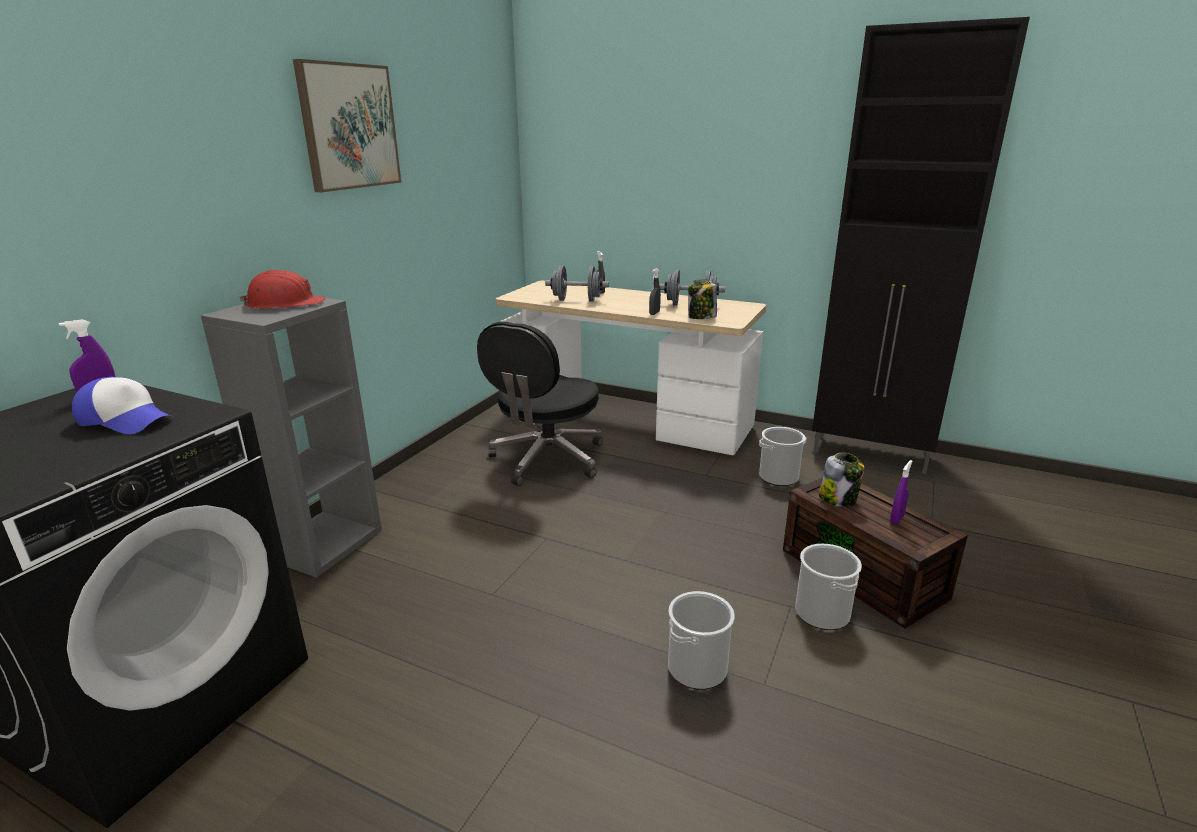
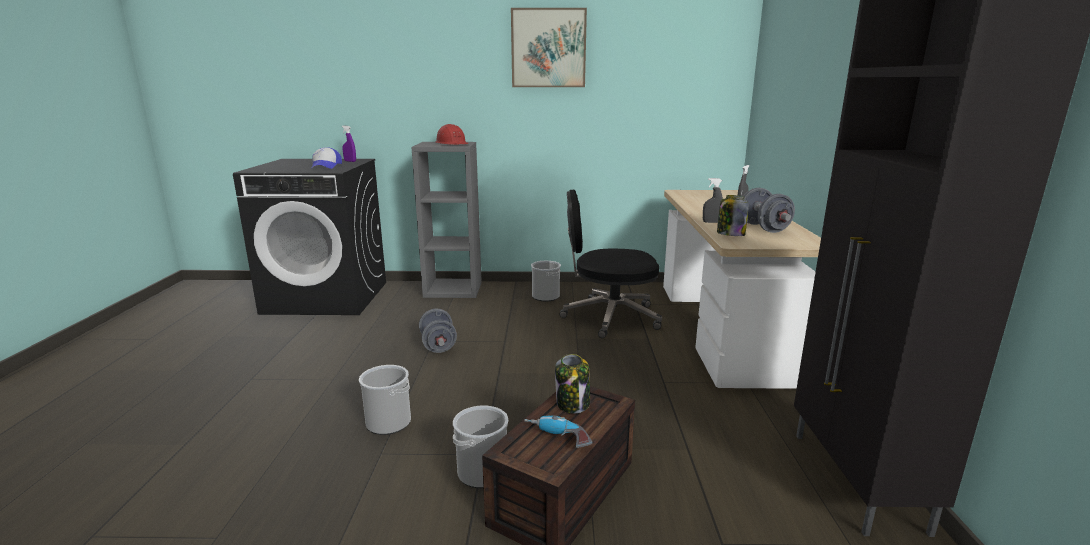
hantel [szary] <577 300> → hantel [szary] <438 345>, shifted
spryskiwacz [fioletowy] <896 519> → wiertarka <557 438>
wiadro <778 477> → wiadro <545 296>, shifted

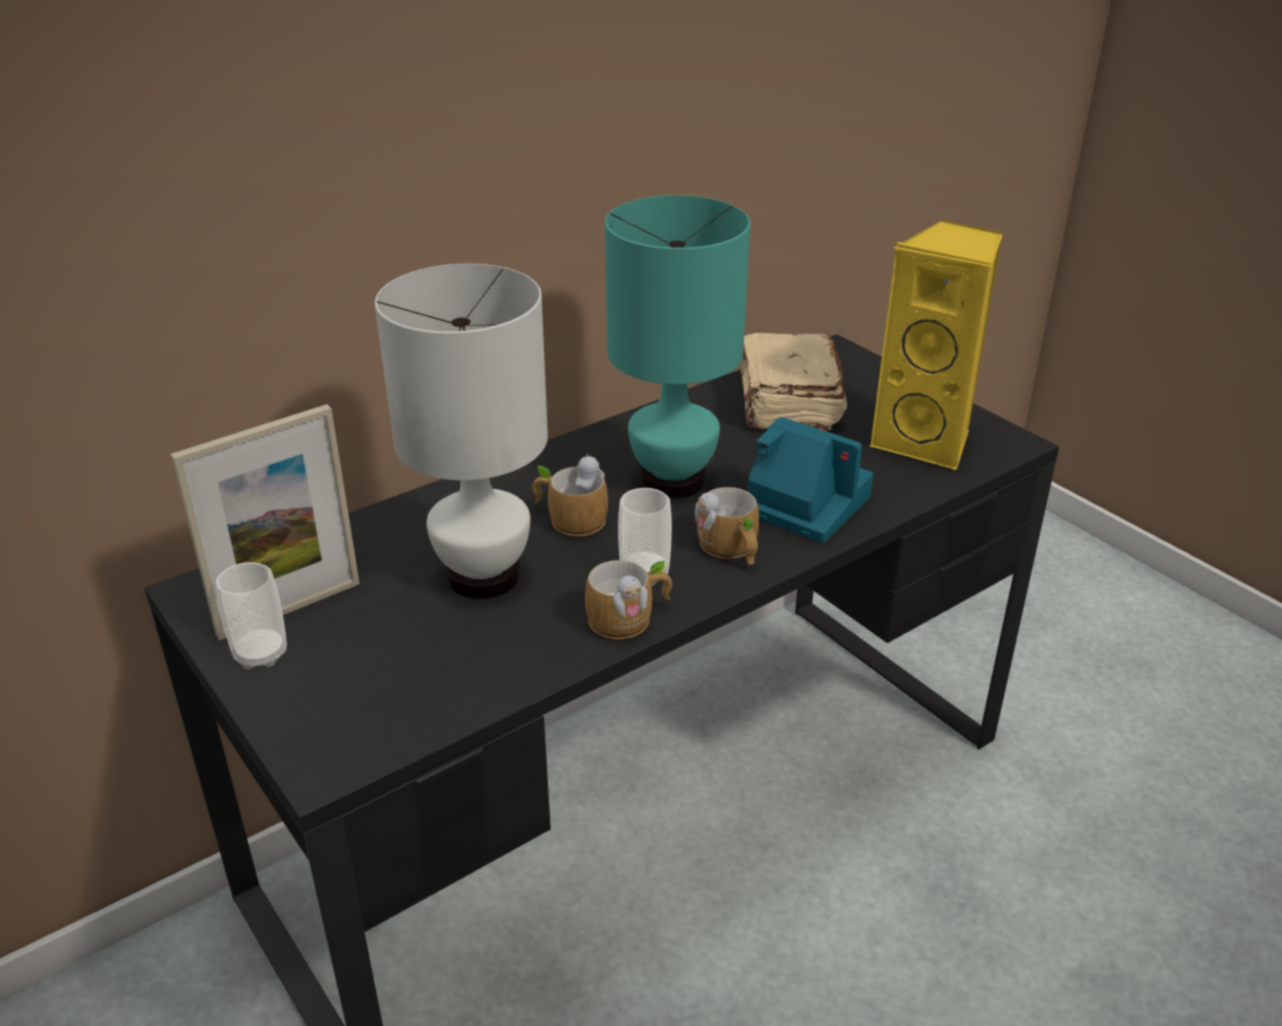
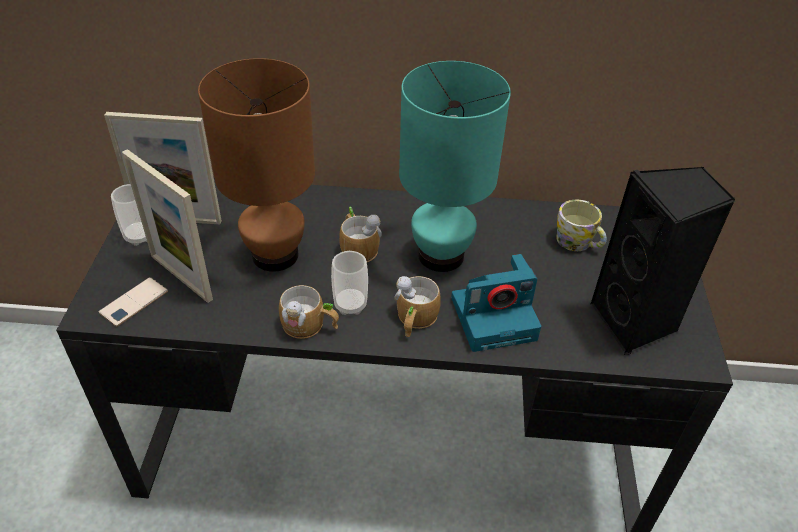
- → telefon <134 302>
- → ramka na zdjęcie <181 277>
lampa stołowa [biały] <482 575> → lampa stołowa [brązowy] <275 254>
aparat fotograficzny <803 504> → aparat fotograficzny <495 317>, 90 degrees clockwise
książka [beżowy] <787 403> → kubek <578 243>
głośnik [żółty] <927 442> → głośnik [czarny] <635 323>

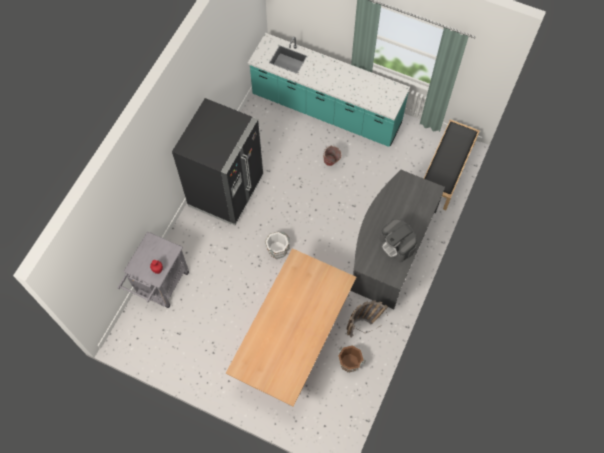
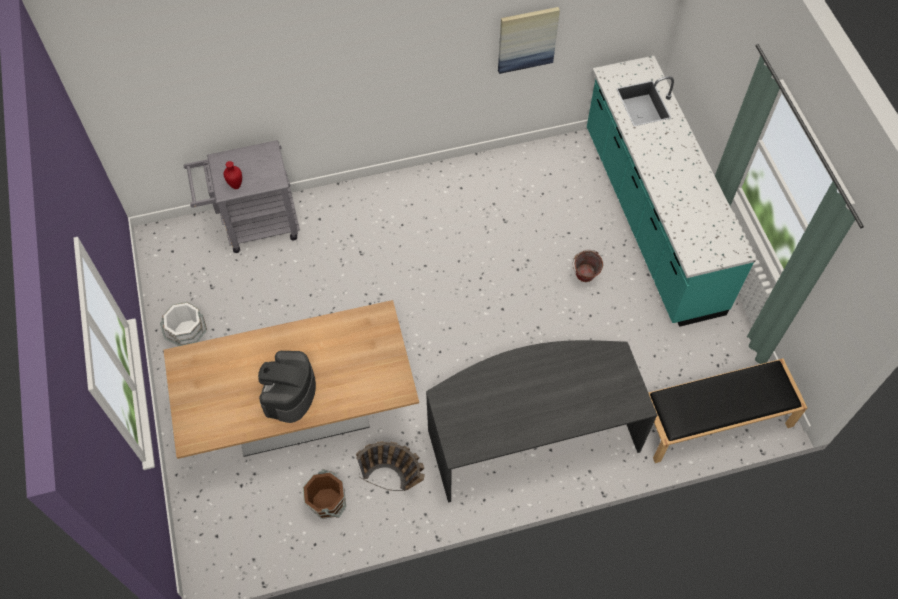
wiadro [biały] <277 249> → wiadro [biały] <188 333>, shifted
ekspres do kawy <397 245> → ekspres do kawy <289 394>, shifted
- → obraz <527 39>
lodówka [czarny] <226 191> → -

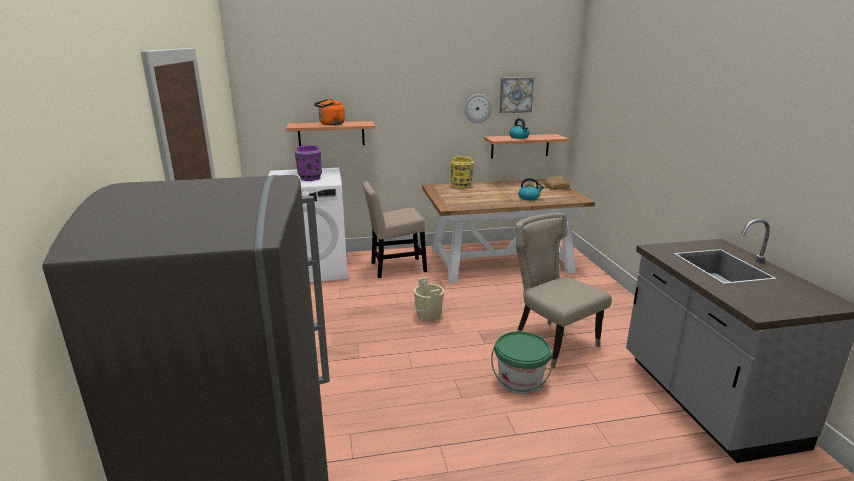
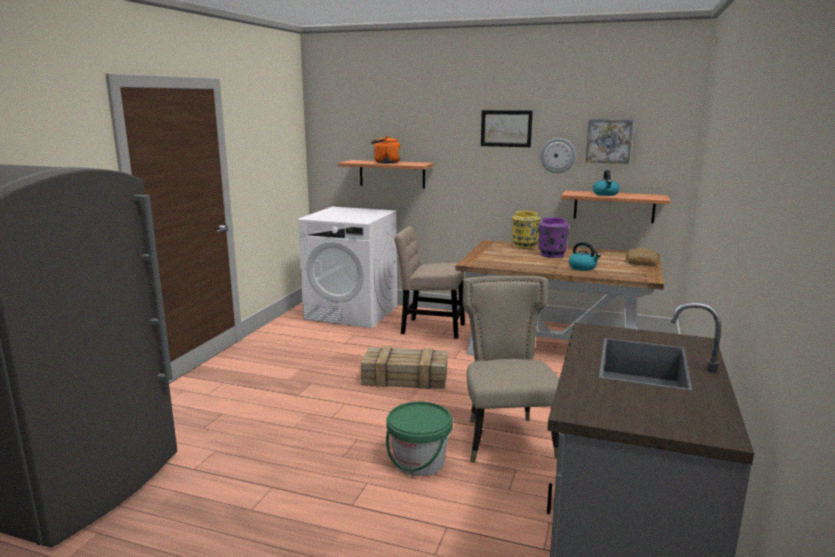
wiadro [beżowy] <429 315> → skrzynka <406 378>
- → obraz <506 128>
wazon [fioletowy] <310 178> → wazon [fioletowy] <551 254>, shifted

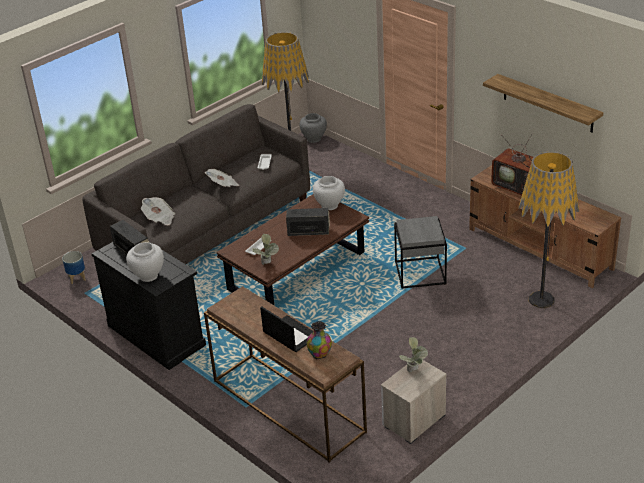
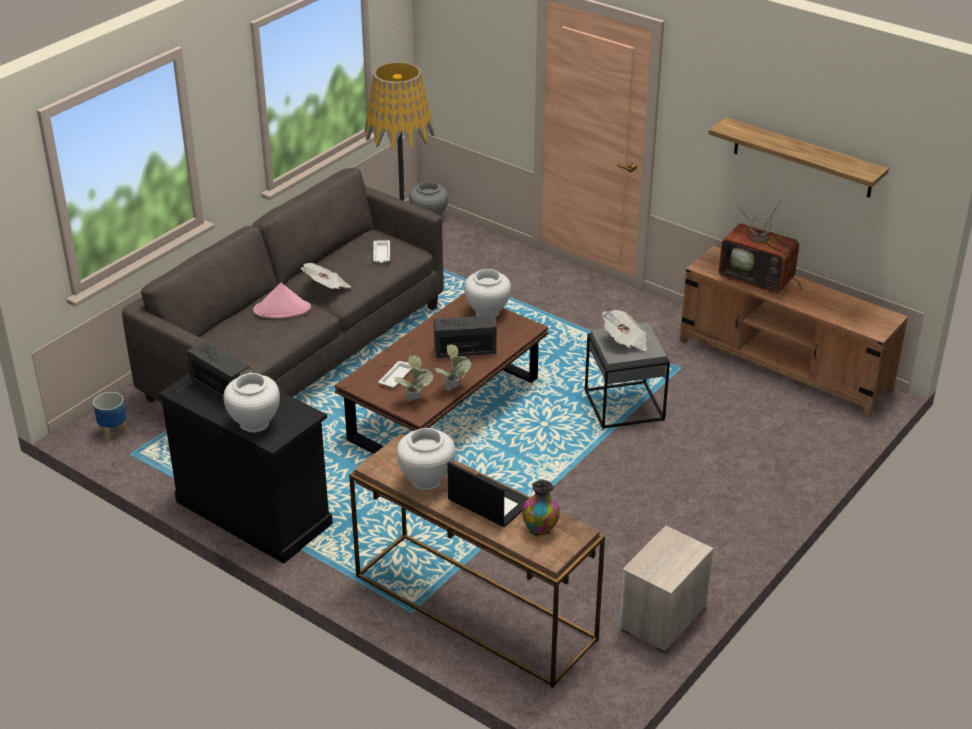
- → kapelusz [różowy] <282 309>
- → wazon [biały] <426 480>
roślina doniczkowa <414 371> → roślina doniczkowa <454 389>, shifted
gazeta <159 218> → gazeta <625 341>, shifted
lampa stojąca <541 299> → -

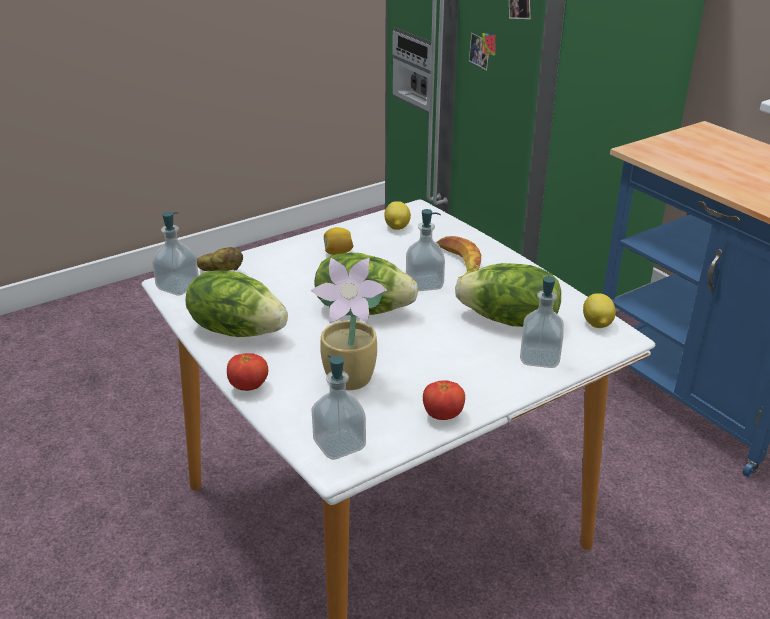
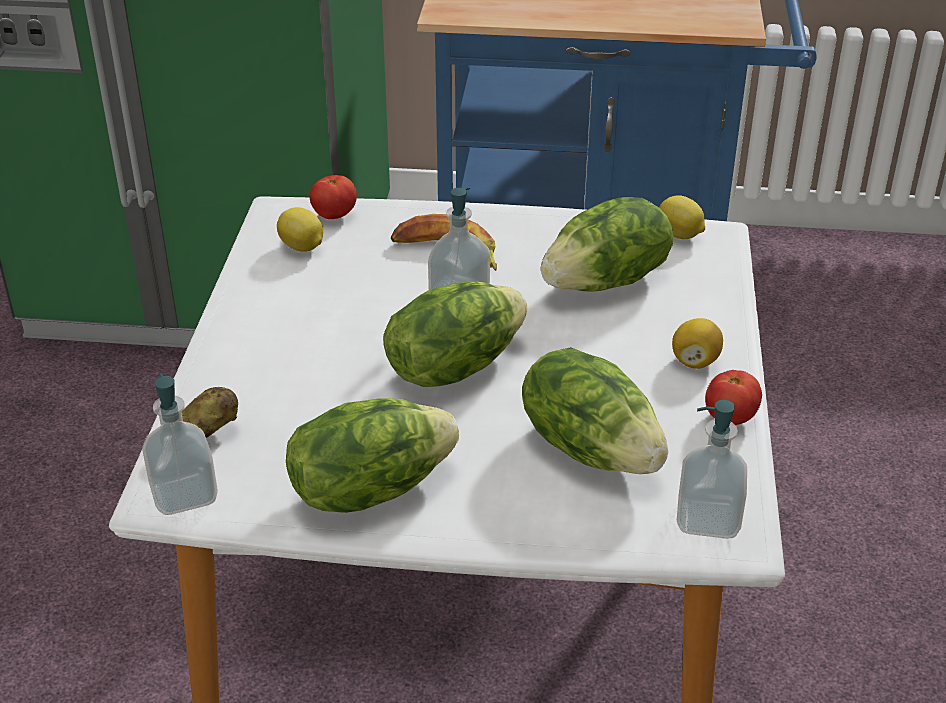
pomidor <249 387> → pomidor <334 215>, shifted
roślina doniczkowa <352 379> → sałata <591 448>
cytryna <338 253> → cytryna <695 361>, shifted
dozownik mydła <539 358> → -

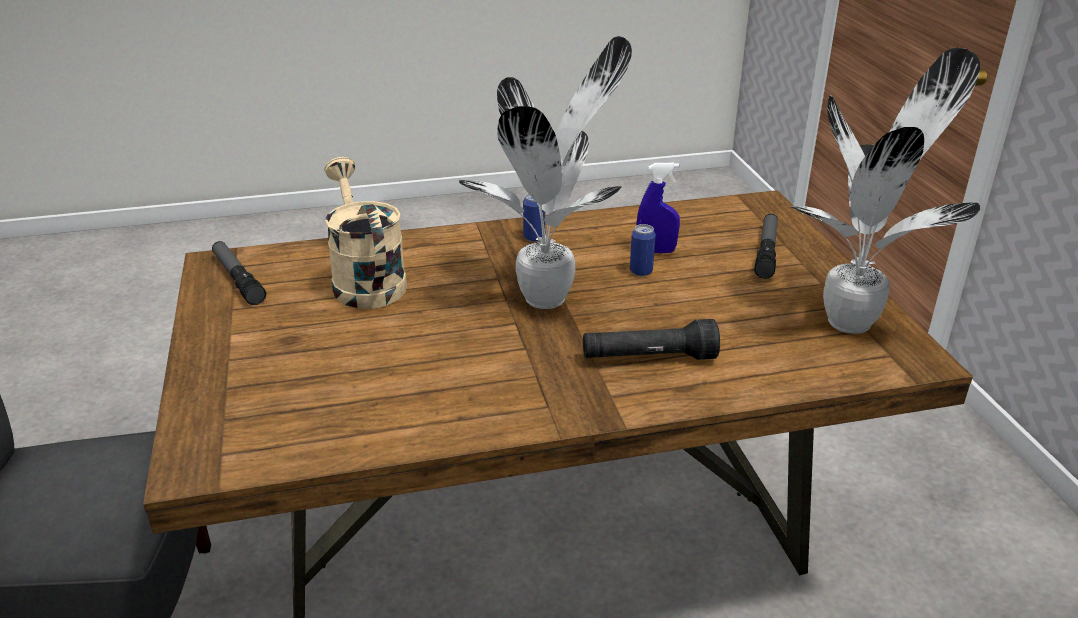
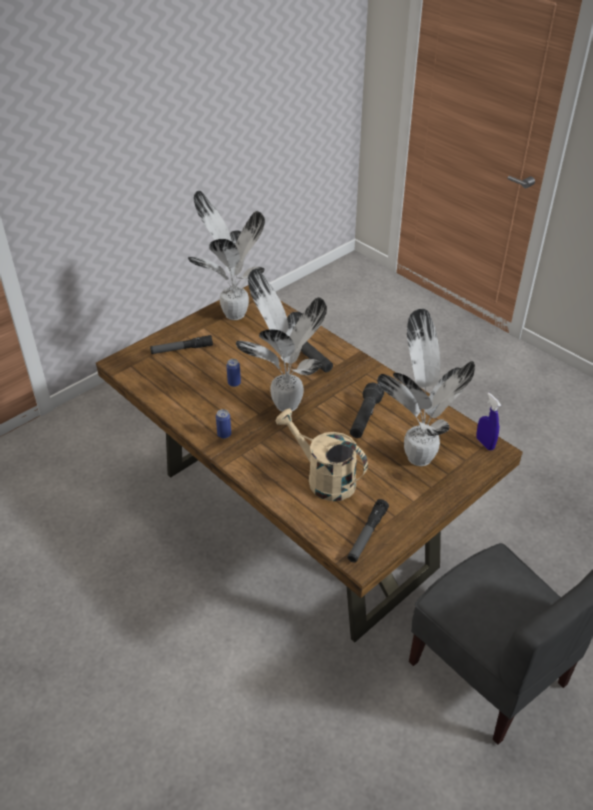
konewka [beżowy] <365 280> → konewka [beżowy] <323 478>, 90 degrees clockwise
- → latarka [czarny] <364 418>
- → roślina doniczkowa <418 455>
spryskiwacz [niebieski] <655 251> → spryskiwacz [niebieski] <484 443>, shifted

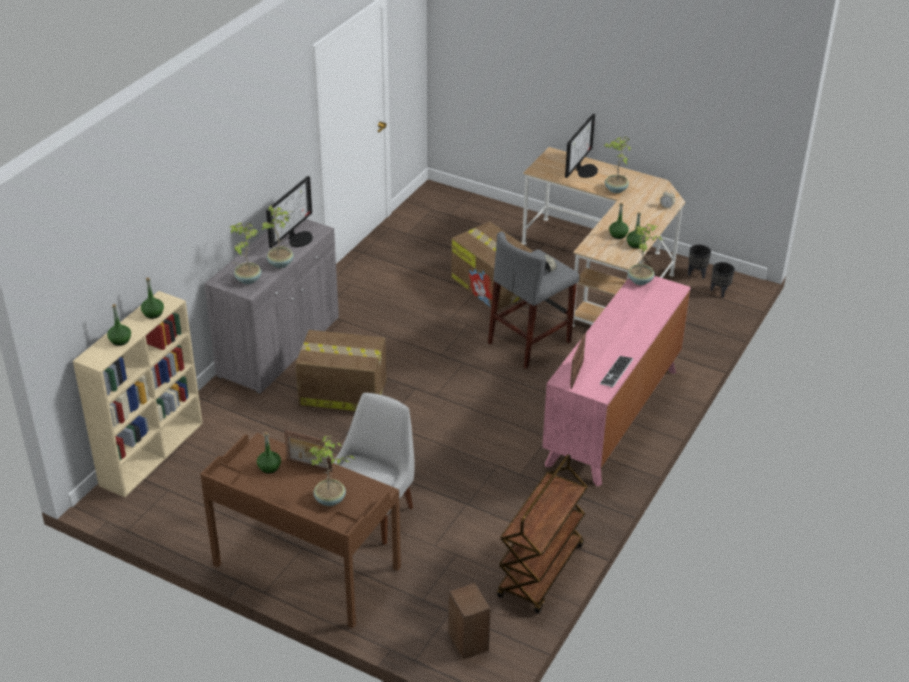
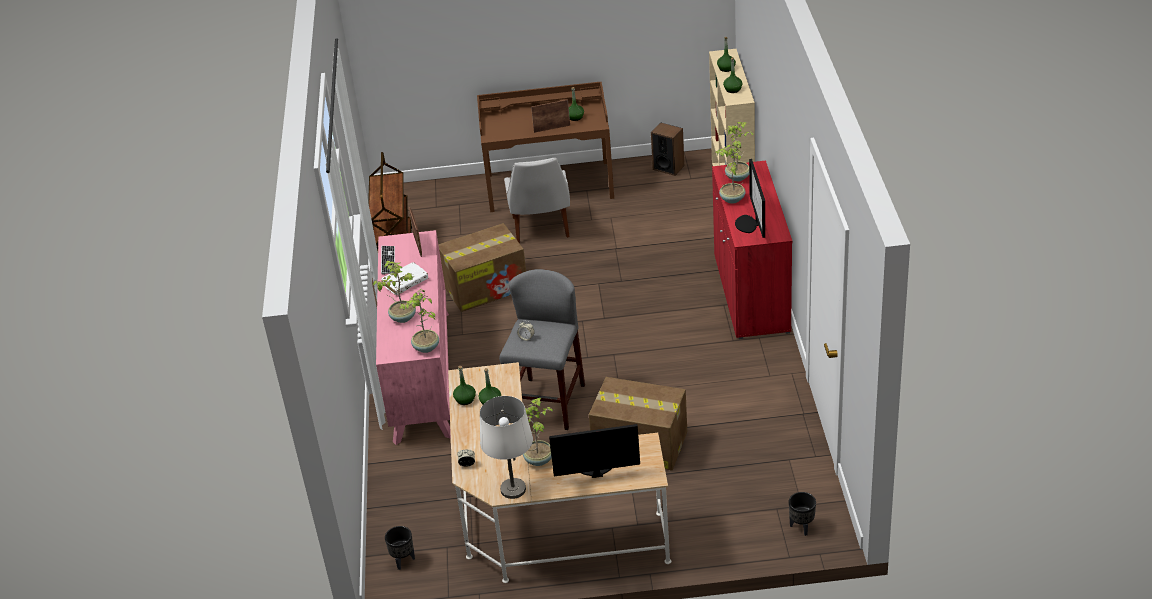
roślina doniczkowa <330 500> → roślina doniczkowa <402 317>, shifted
- → książka [biały] <405 283>
karton <341 392> → karton <486 286>, shifted
- → lampa stołowa [biały] <512 489>
monitor <584 170> → monitor <595 470>, 90 degrees clockwise
głośnik <468 642> → głośnik <668 167>, shifted
szafka [szary] <279 347> → szafka [czerwony] <751 293>
donica [czarny] <697 274> → donica [czarny] <801 527>, shifted

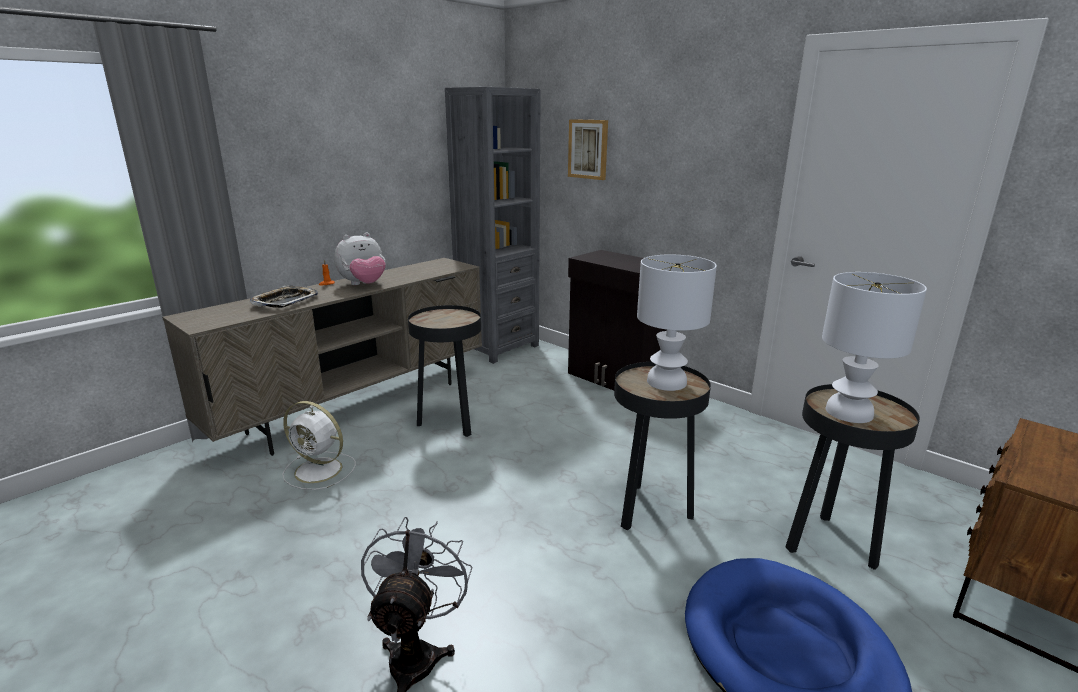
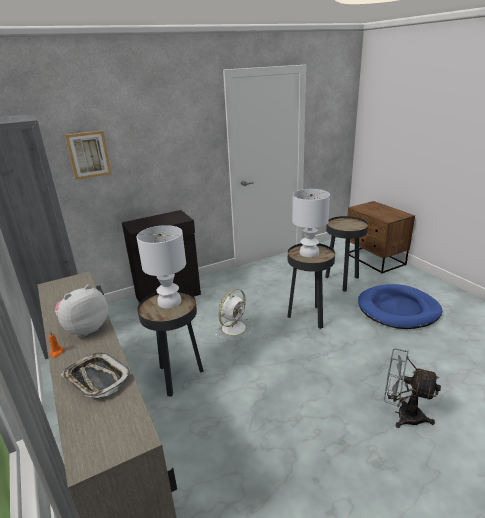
pluszak <363 285> → pluszak <85 329>, 120 degrees counterclockwise
lampa stołowa [biały] <849 412> → lampa stołowa [biały] <169 301>, shifted
wentylator [biały] <320 470> → wentylator [biały] <234 327>, shifted

